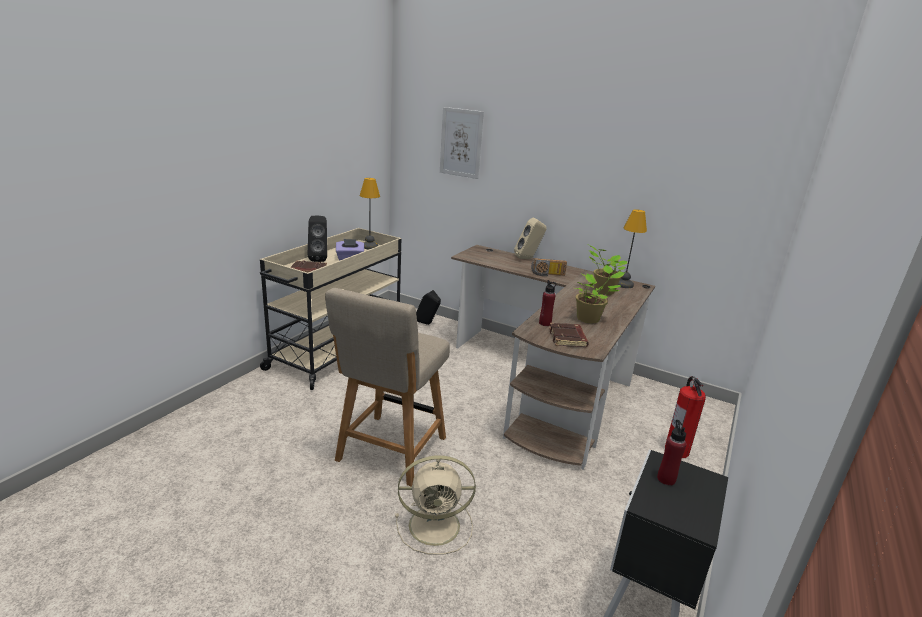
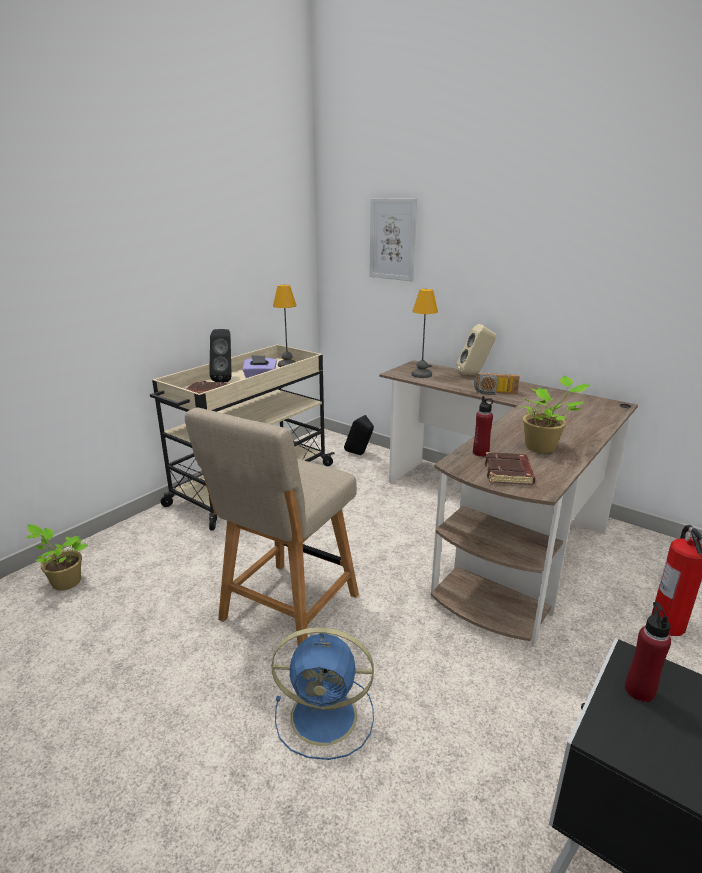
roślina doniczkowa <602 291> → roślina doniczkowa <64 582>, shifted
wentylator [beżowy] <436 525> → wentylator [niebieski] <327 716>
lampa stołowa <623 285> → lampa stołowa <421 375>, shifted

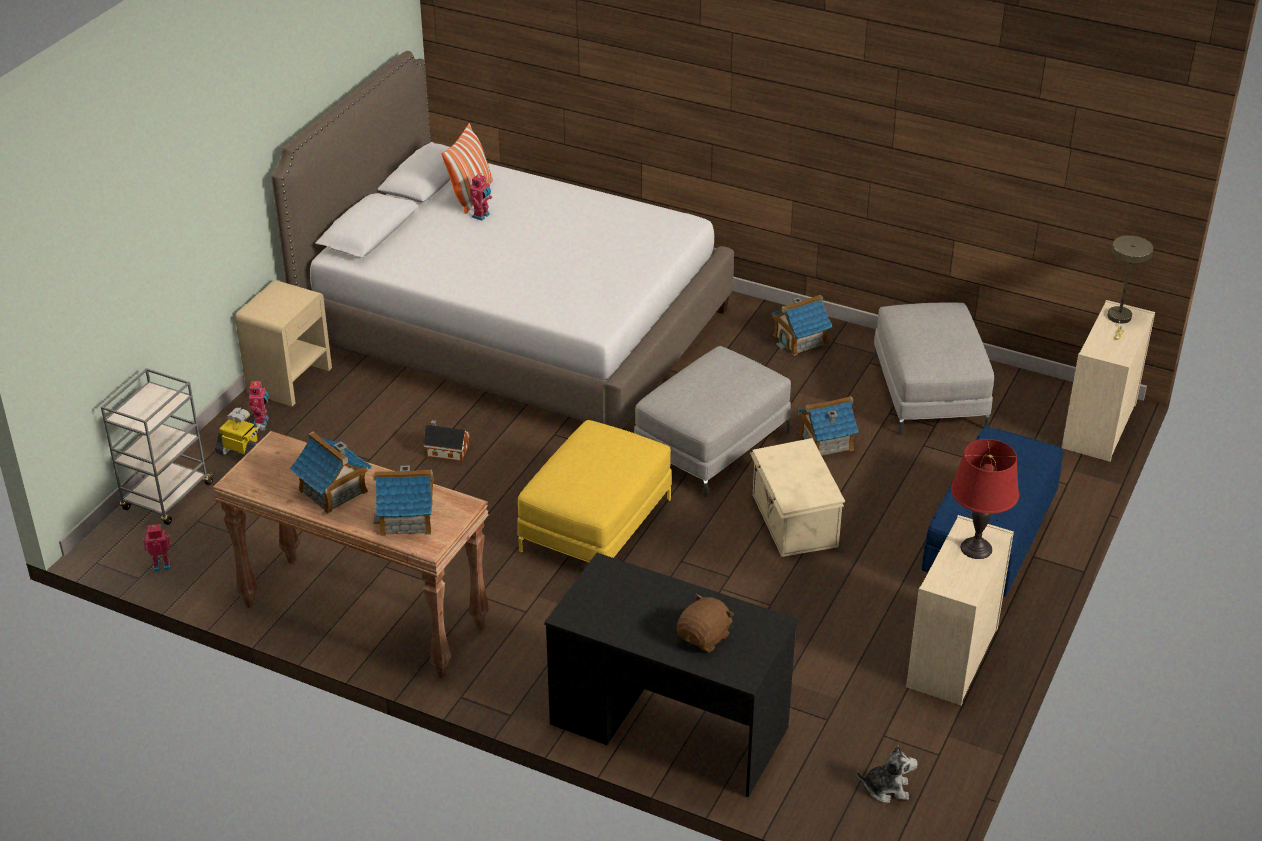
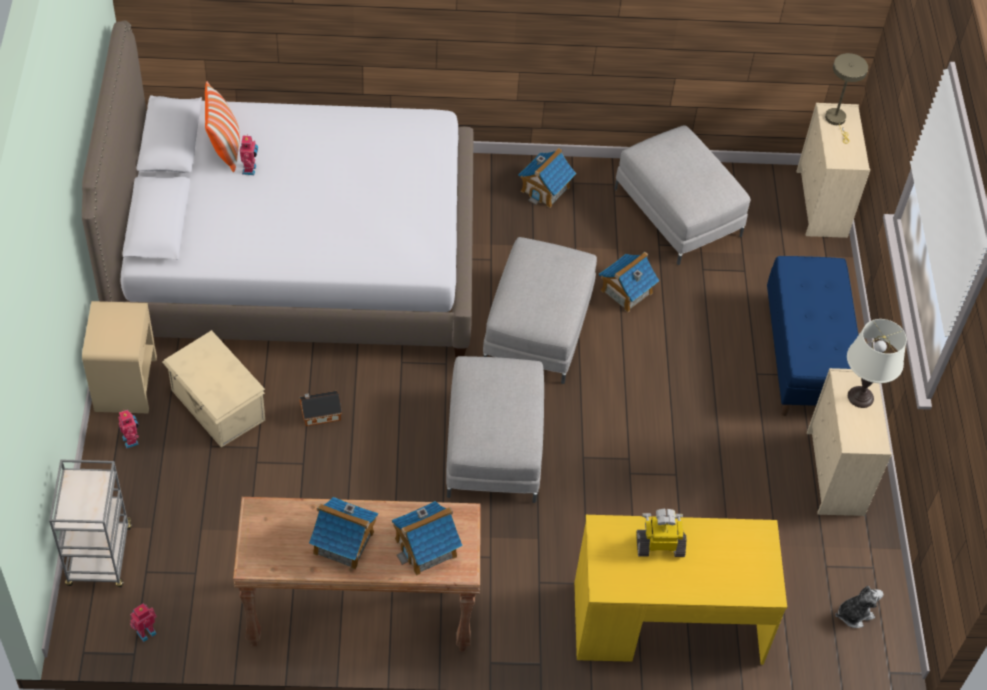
pojemnik do przechowywania [beżowy] <793 521> → pojemnik do przechowywania [beżowy] <217 406>, shifted
pufa [żółty] <595 524> → pufa [szary] <492 445>
biurko [czarny] <668 726> → biurko [żółty] <667 623>
robot zabawkowy <242 453> → robot zabawkowy <660 545>, shifted
lampa stołowa [czerwony] <976 548> → lampa stołowa [biały] <860 397>
pluszak [brązowy] <704 637> → -

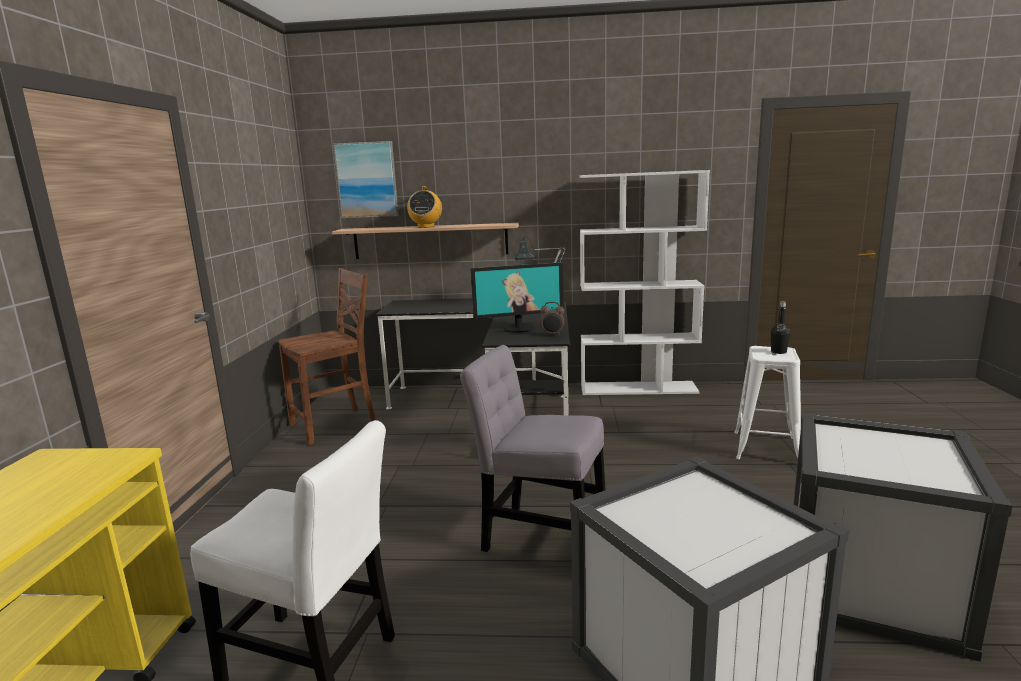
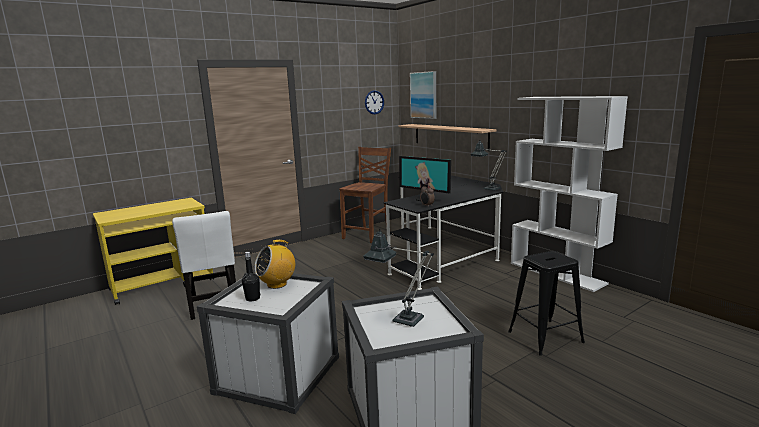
butelka [czarny] <778 352> → butelka [czarny] <252 298>, shifted
radio <426 226> → radio <277 284>, shifted
krzesło [brązowy] <336 425> → krzesło [brązowy] <368 235>, 75 degrees counterclockwise
- → lampa stołowa <401 318>
- → zegar ścienny <374 102>
stołek [biały] <766 448> → stołek [czarny] <545 337>
krzesło [szary] <539 537> → -

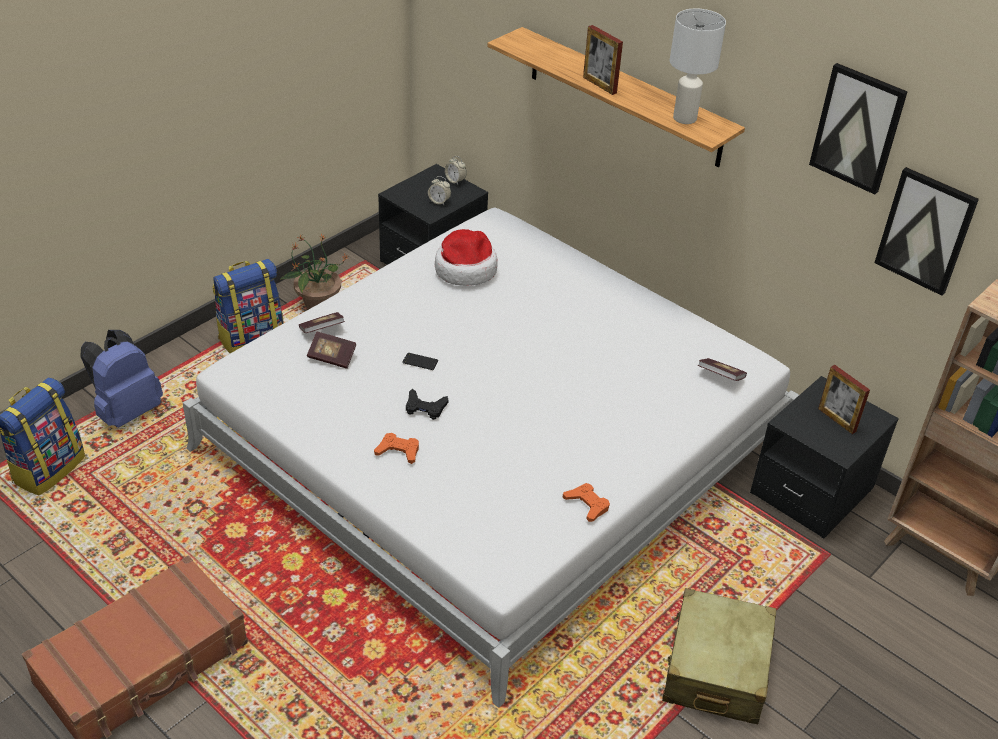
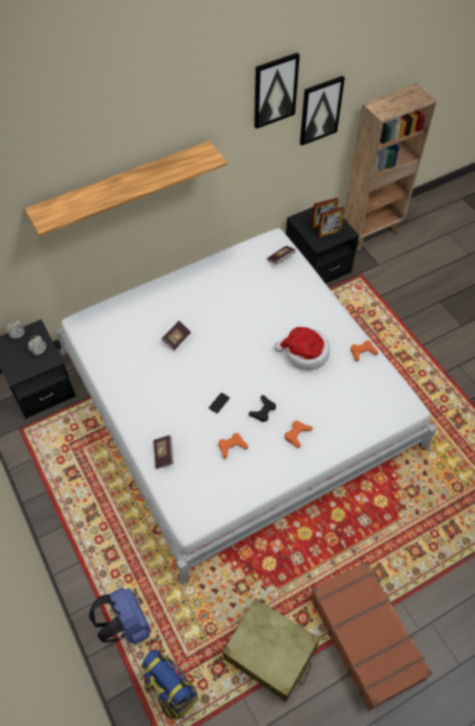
książka <332 357> → książka <176 339>, shifted
- → pad do gier [pomarańczowy] <232 446>
walizka [beżowy] <716 669> → walizka [beżowy] <270 652>, shifted
kapelusz <465 269> → kapelusz <305 353>, shifted
ramka na zdjęcie <599 85> → ramka na zdjęcie <329 233>, shifted
plecak <251 338> → -
roślina doniczkowa <317 304> → -
lampa stołowa [biały] <685 118> → -

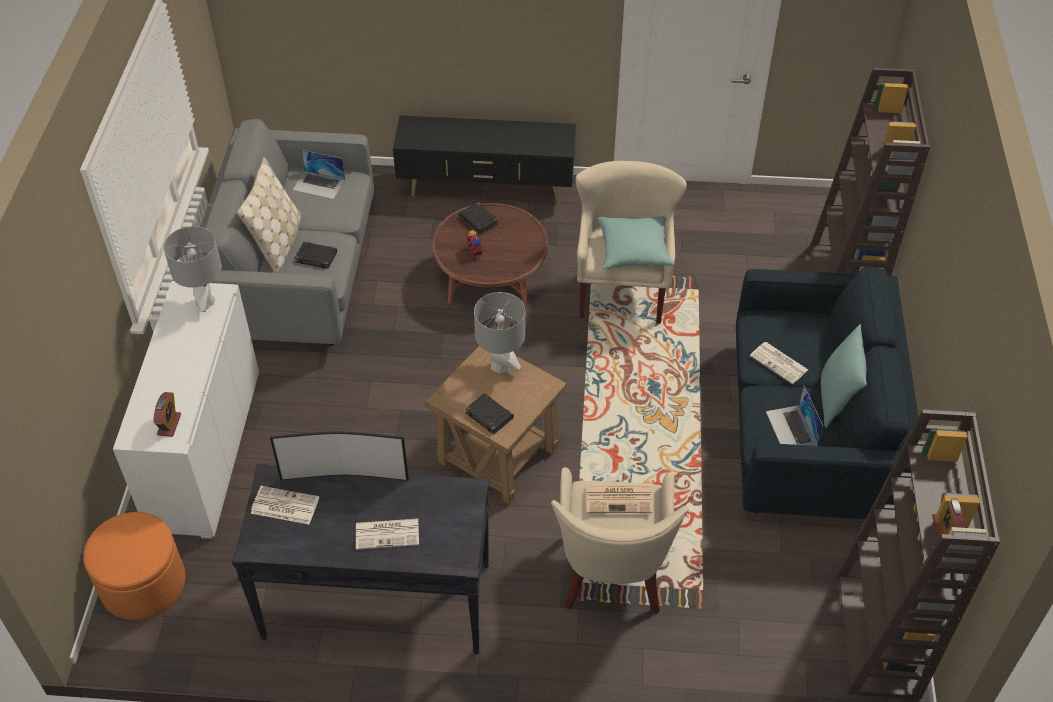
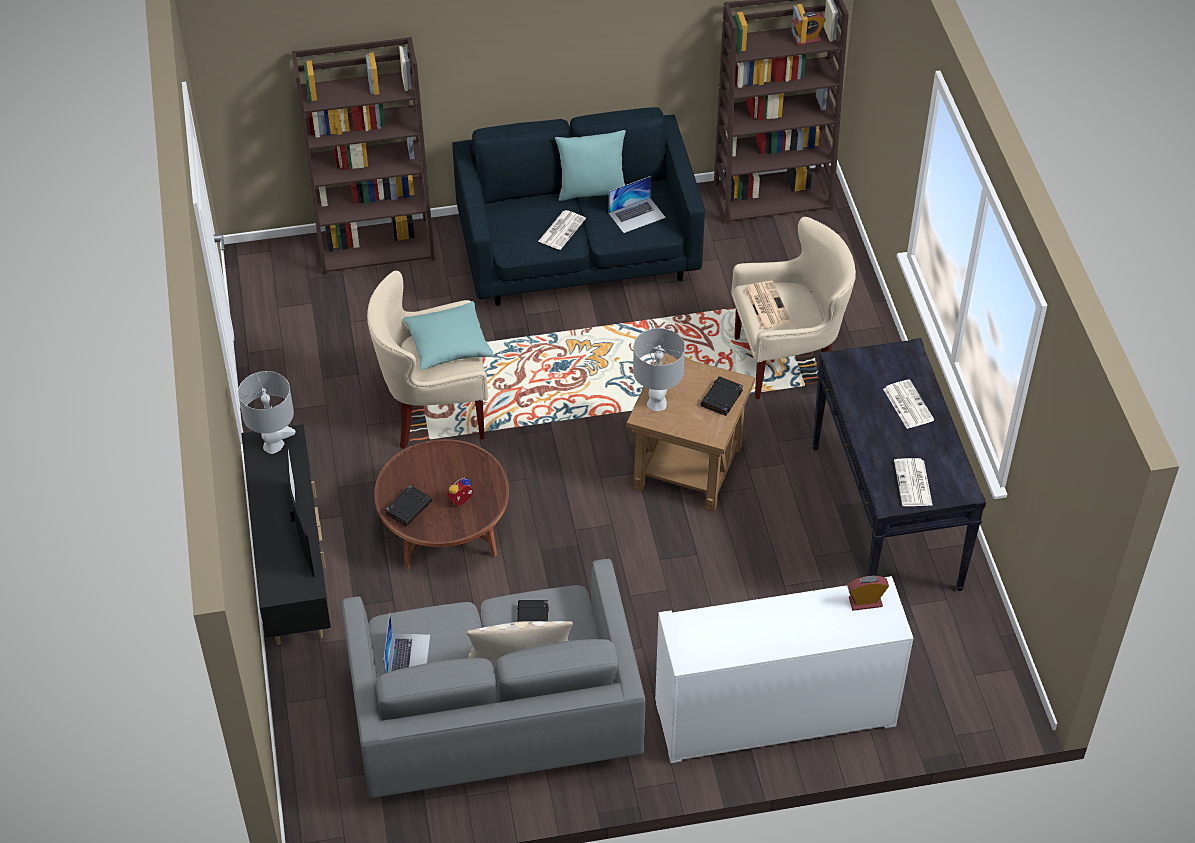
lampa stołowa [szary] <205 302> → lampa stołowa [szary] <273 445>, shifted
telewizor <345 475> → telewizor <298 530>, shifted
pufa [pomarańczowy] <143 584> → -

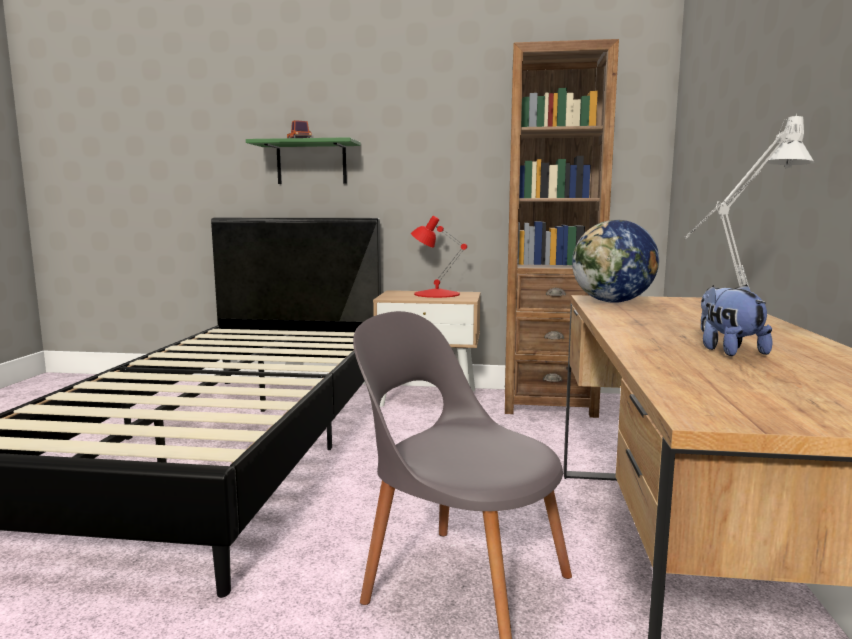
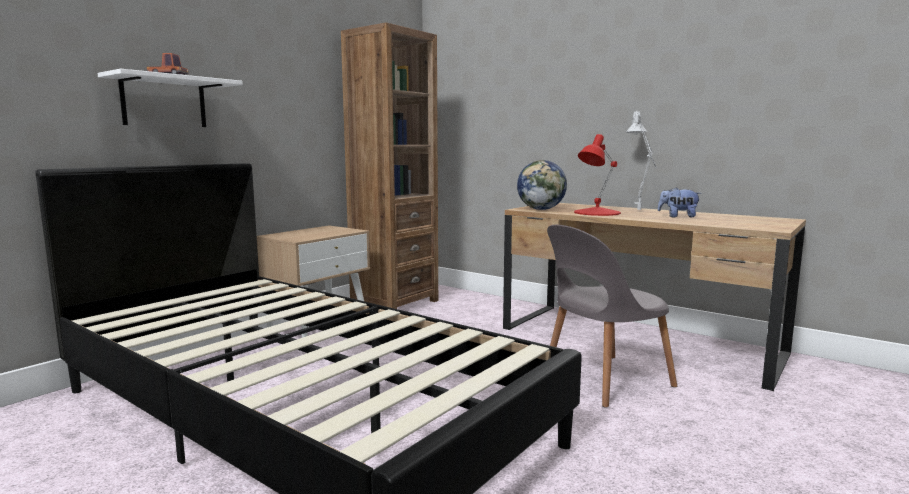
półka [zielony] <311 163> → półka [biały] <164 102>
lampa stołowa [czerwony] <436 294> → lampa stołowa [czerwony] <596 212>, shifted

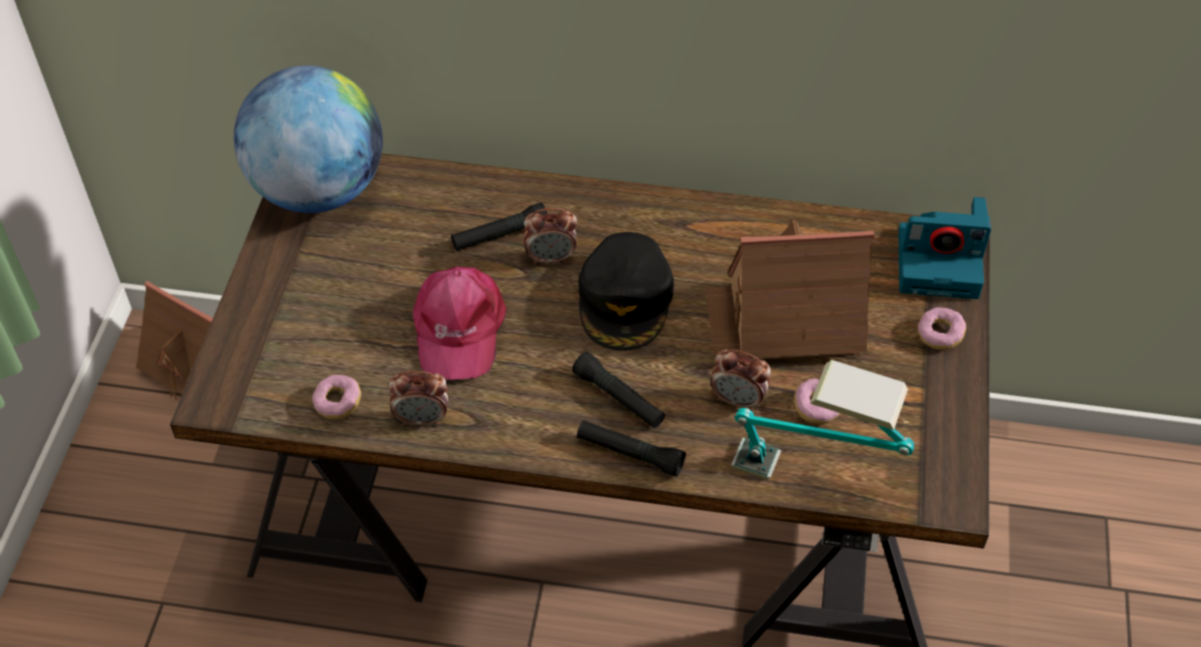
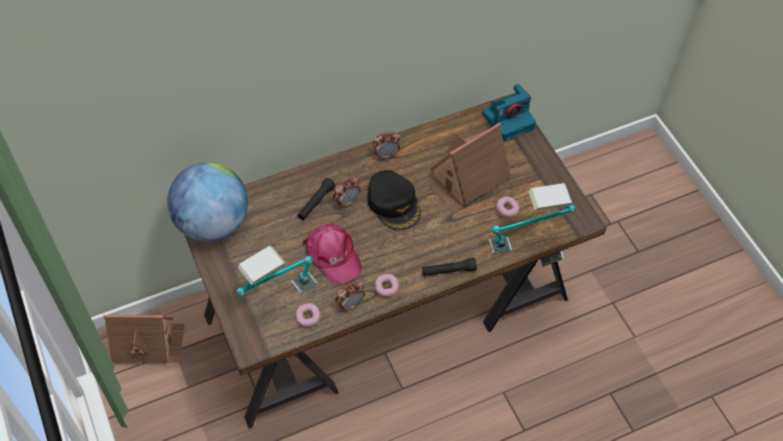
- → lampa stołowa <279 298>
budzik <738 400> → budzik <386 154>, shifted
donut <939 335> → donut <386 288>, shifted
latarka [czarny] <619 398> → -

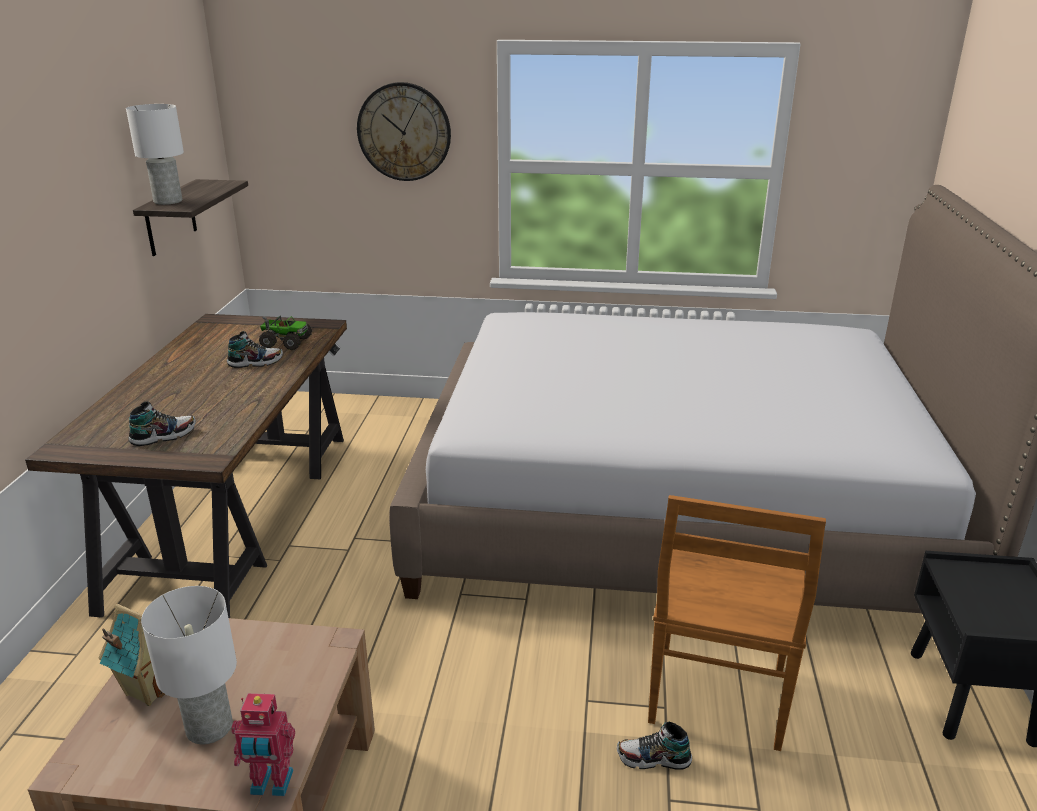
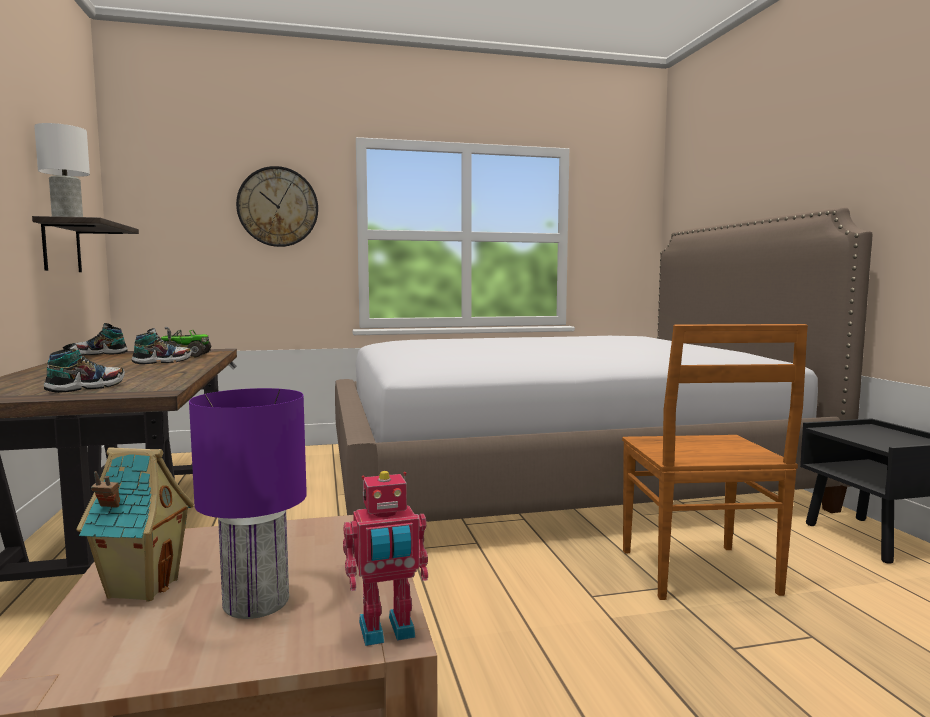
but <653 759> → but <100 354>, shifted
lampa stołowa [biały] <209 726> → lampa stołowa [fioletowy] <256 602>

